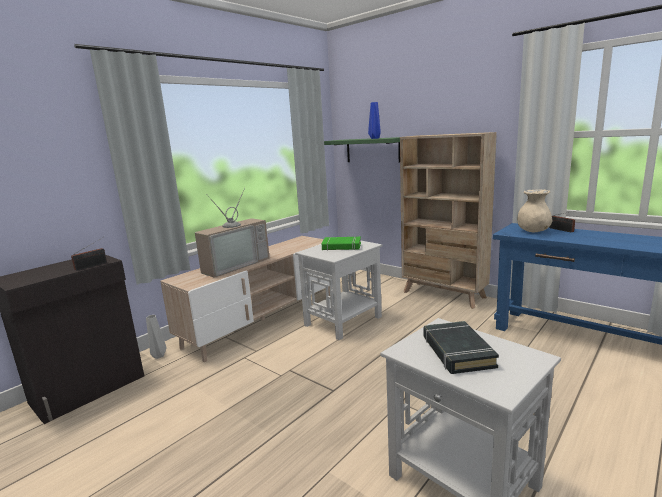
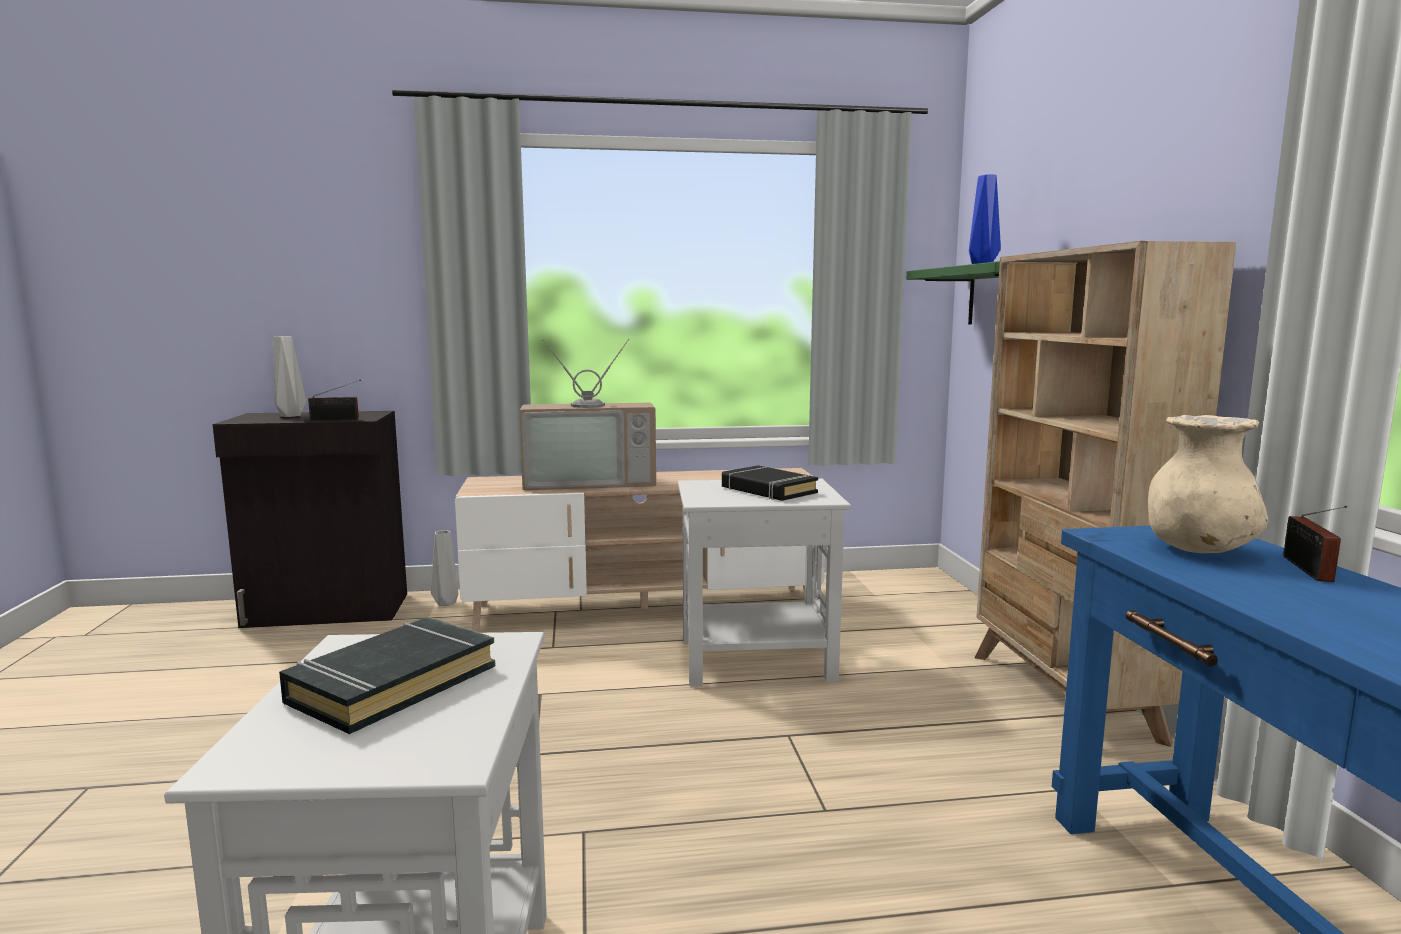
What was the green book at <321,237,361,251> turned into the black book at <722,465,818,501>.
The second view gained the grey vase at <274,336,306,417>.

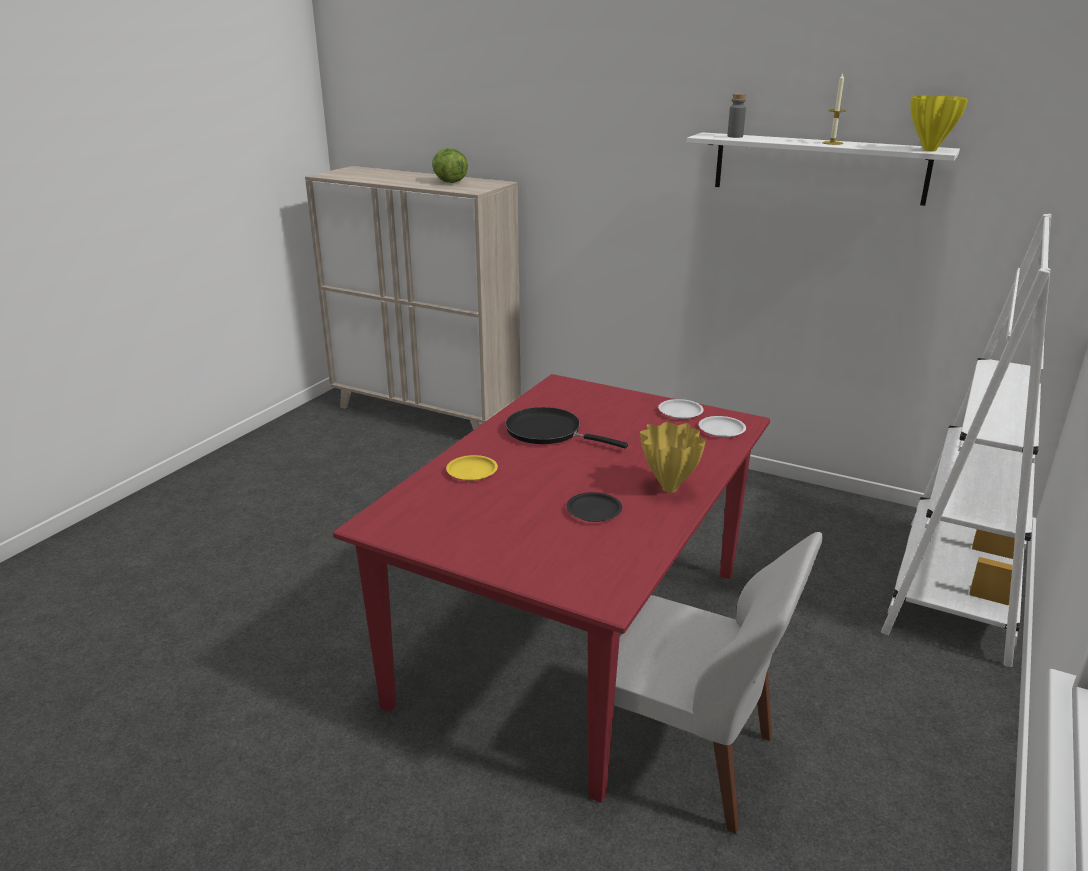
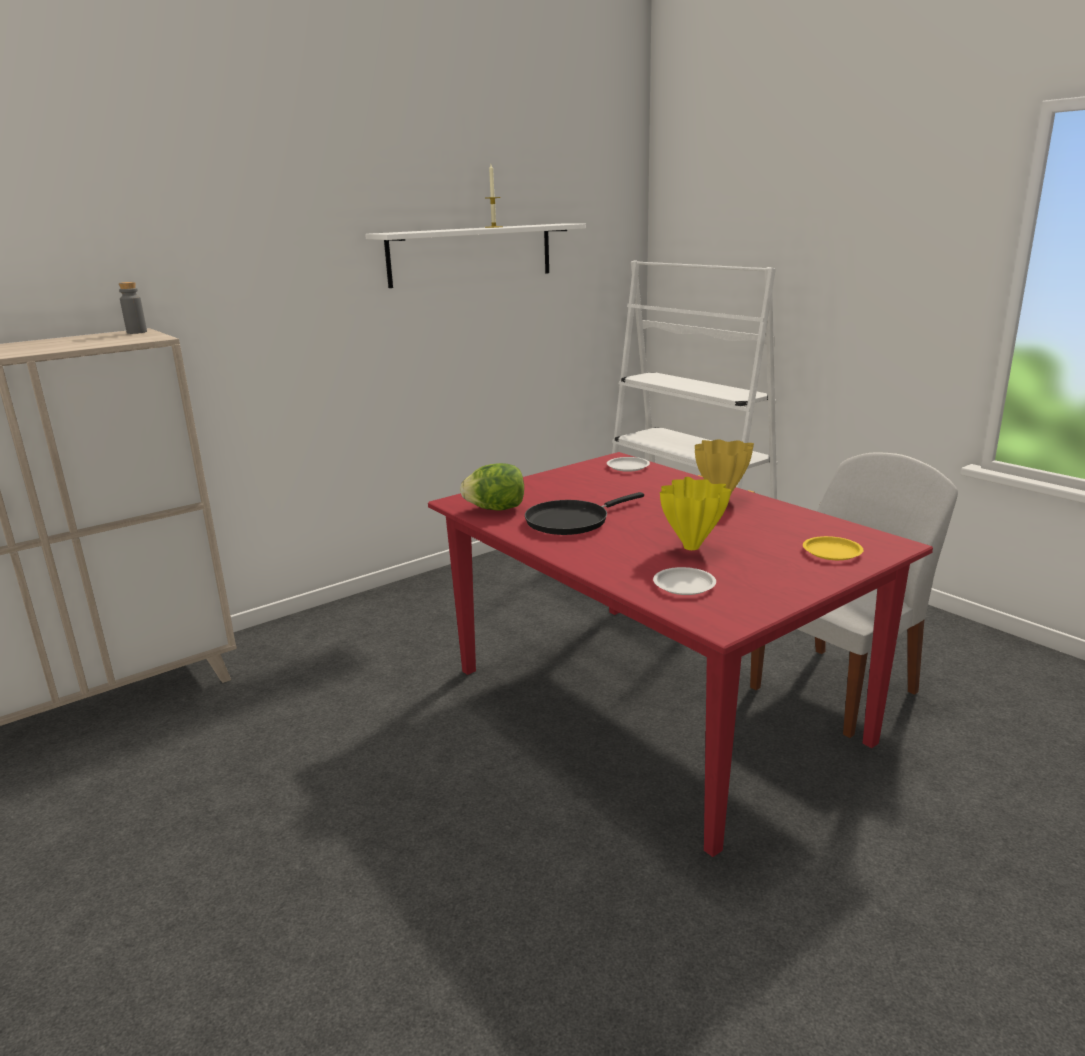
The lettuce ended up elsewhere, having gone from <432,148,468,183> to <460,463,524,511>.
The yellow plate ended up elsewhere, having gone from <446,455,498,481> to <803,536,863,560>.
The second view lost the black plate at <566,492,622,522>.
The white plate ended up elsewhere, having gone from <658,399,704,419> to <653,567,716,595>.
The grey bottle ended up elsewhere, having gone from <727,93,746,138> to <118,282,147,334>.
The yellow vase ended up elsewhere, having gone from <910,95,968,151> to <660,477,731,550>.

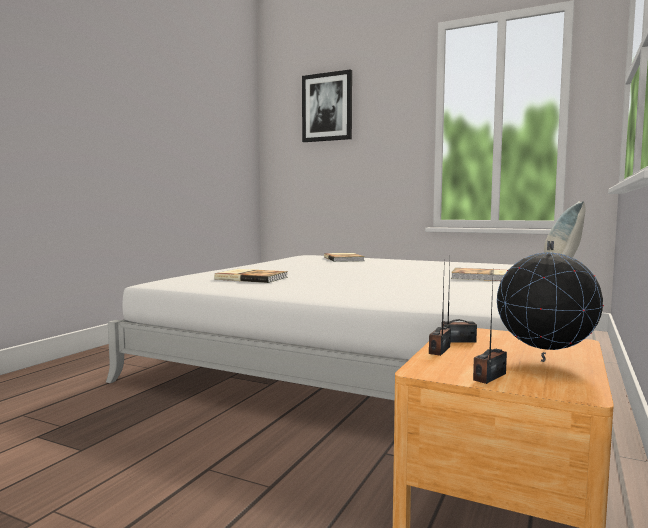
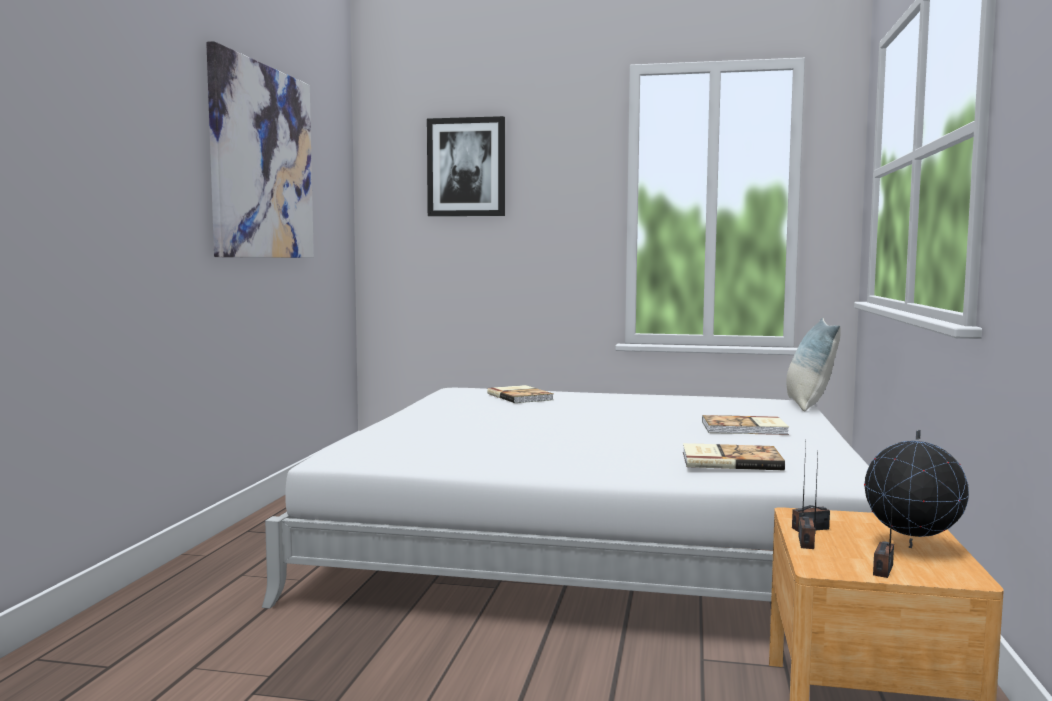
The book ended up elsewhere, having gone from <214,269,288,283> to <683,443,785,470>.
The second view gained the picture at <206,41,314,258>.

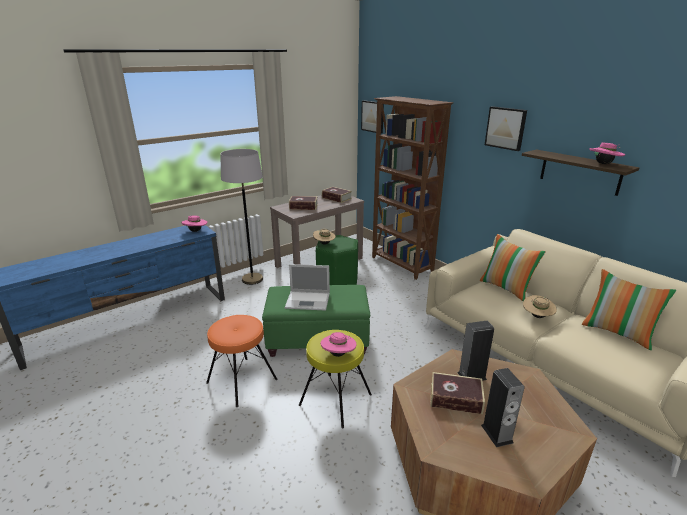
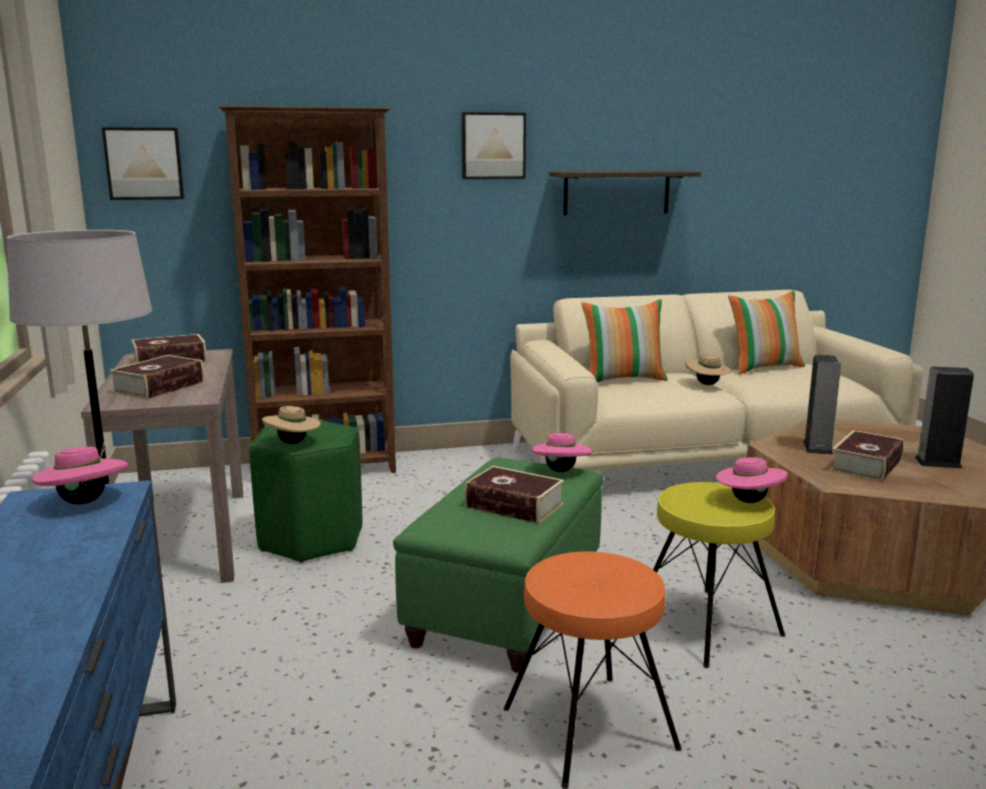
Where the laptop stood at <285,264,330,311>, the book came to stand at <465,466,564,524>.
The pink hat ended up elsewhere, having gone from <589,142,625,164> to <532,433,592,472>.

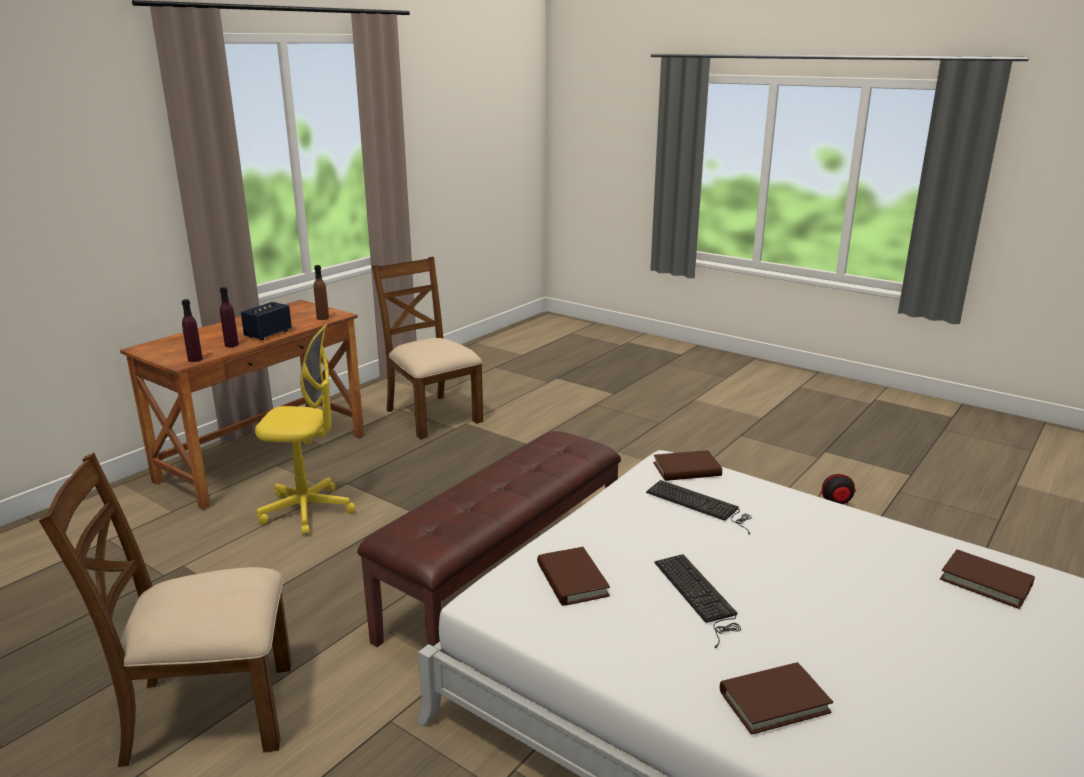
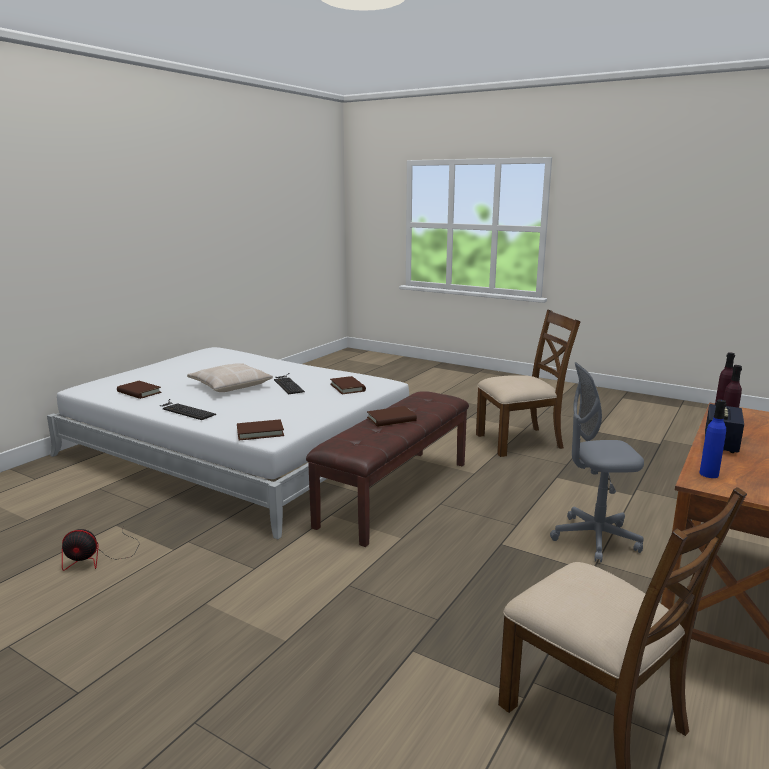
What was the yellow office chair at <255,323,355,536> turned into the grey office chair at <550,362,644,562>.
What was the brown bottle at <314,265,329,320> turned into the blue bottle at <700,399,726,478>.
The keyboard ended up elsewhere, having gone from <646,480,752,535> to <160,399,216,420>.
The brown book ended up elsewhere, having gone from <720,662,833,735> to <367,406,417,427>.
The second view gained the beige pillow at <187,363,273,392>.

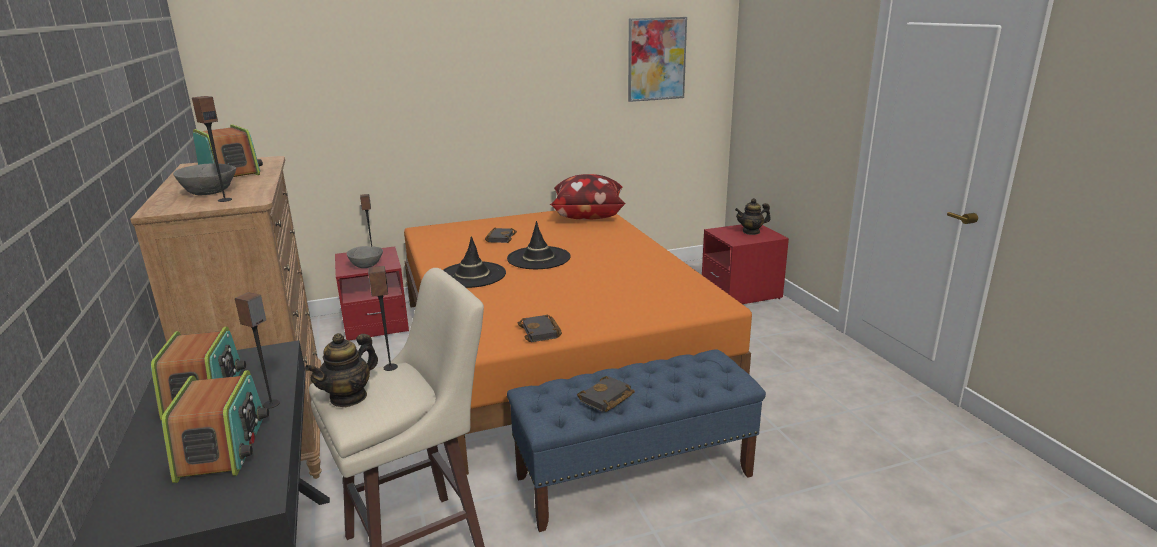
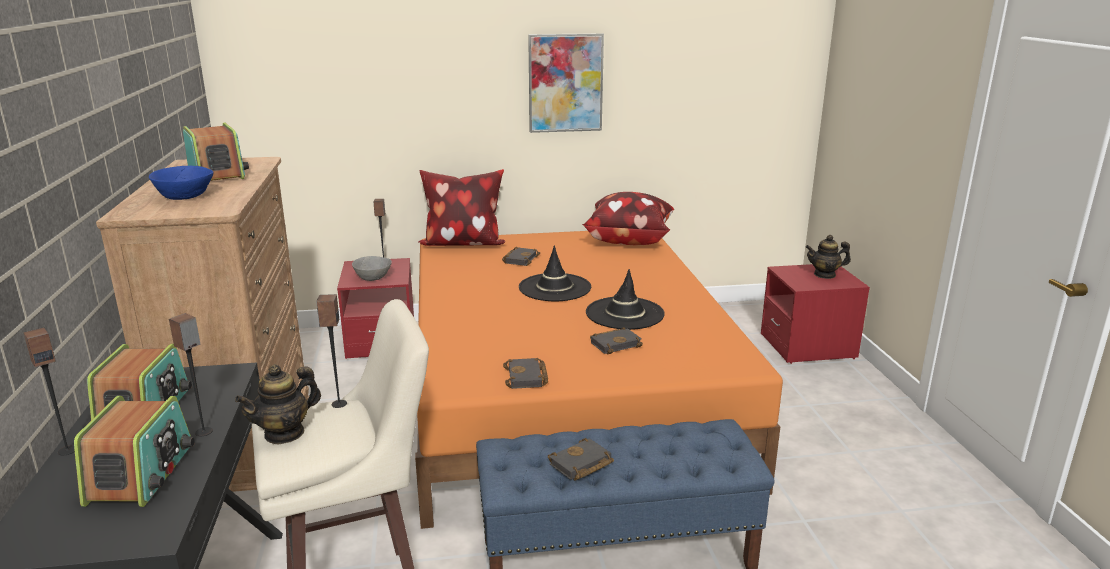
What was the grey bowl at <173,163,236,195> turned into the blue bowl at <149,166,213,200>.
The speaker ended up elsewhere, having gone from <192,96,232,202> to <23,328,75,455>.
The black hat ended up elsewhere, having gone from <443,236,506,288> to <586,269,665,330>.
The picture ended up elsewhere, having gone from <628,17,687,102> to <528,33,604,133>.
The second view gained the pillow at <419,169,505,246>.
The second view gained the black book at <590,327,643,355>.

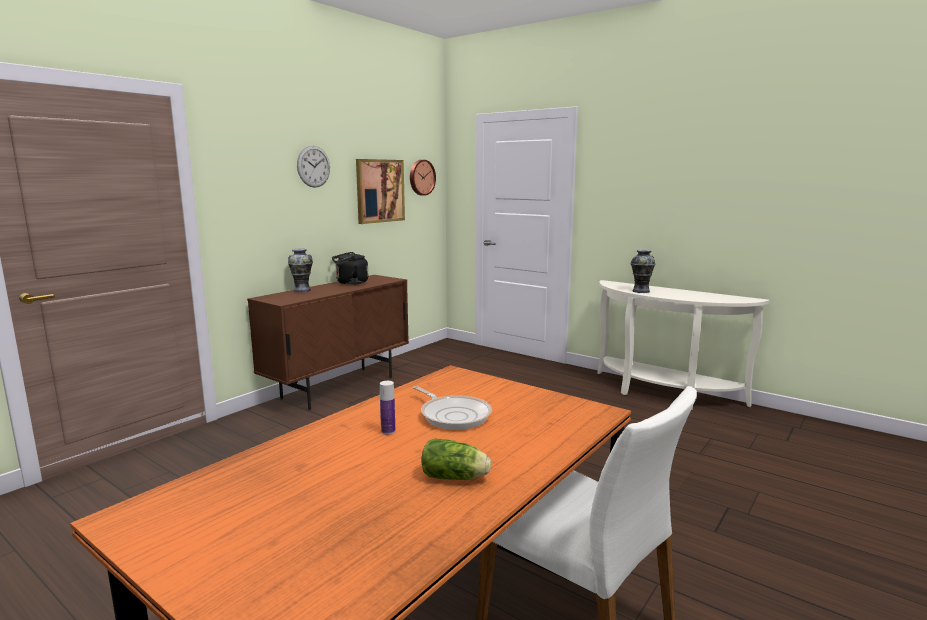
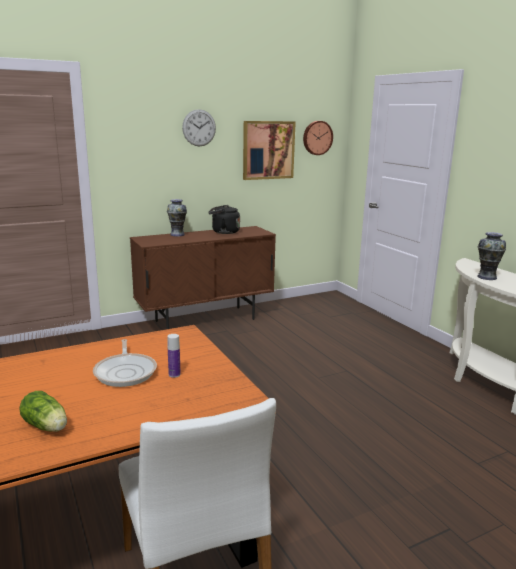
The bottle ended up elsewhere, having gone from <380,381,395,435> to <167,334,181,378>.

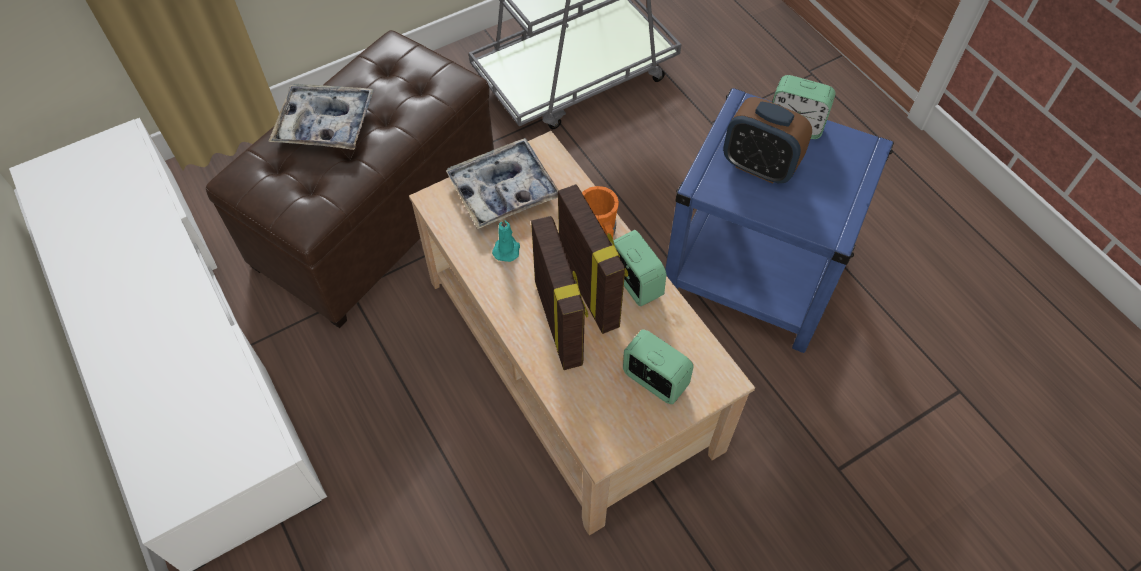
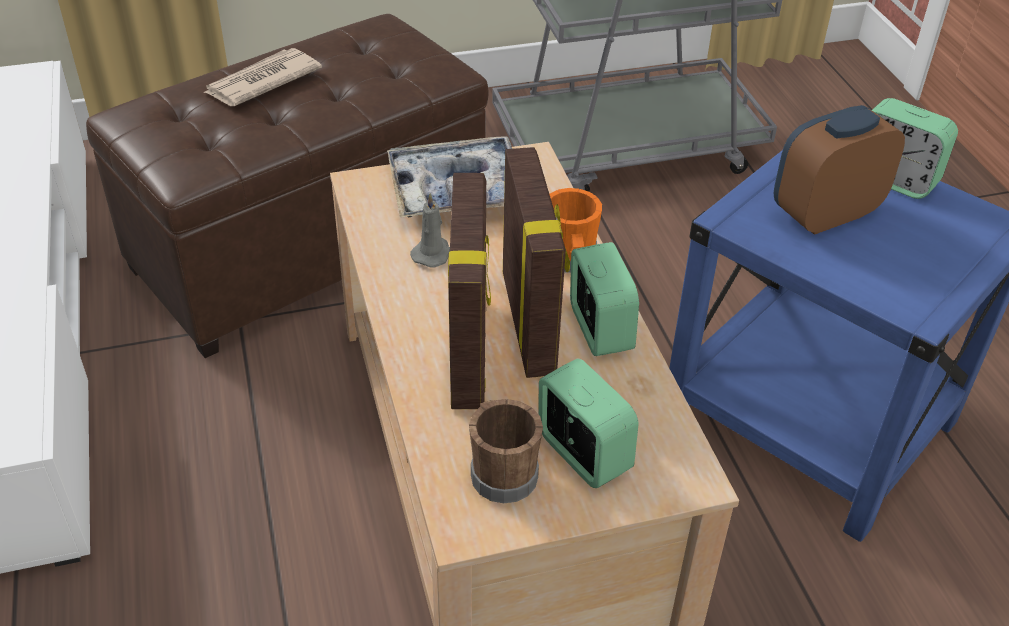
Where the tray stood at <268,83,374,150>, the newspaper came to stand at <203,48,322,106>.
What was the turquoise candle at <492,218,520,262> turned into the grey candle at <410,193,450,268>.
The alarm clock at <723,97,812,184> ended up facing another way, 105 degrees clockwise from before.
The second view gained the brown mug at <469,399,543,503>.

